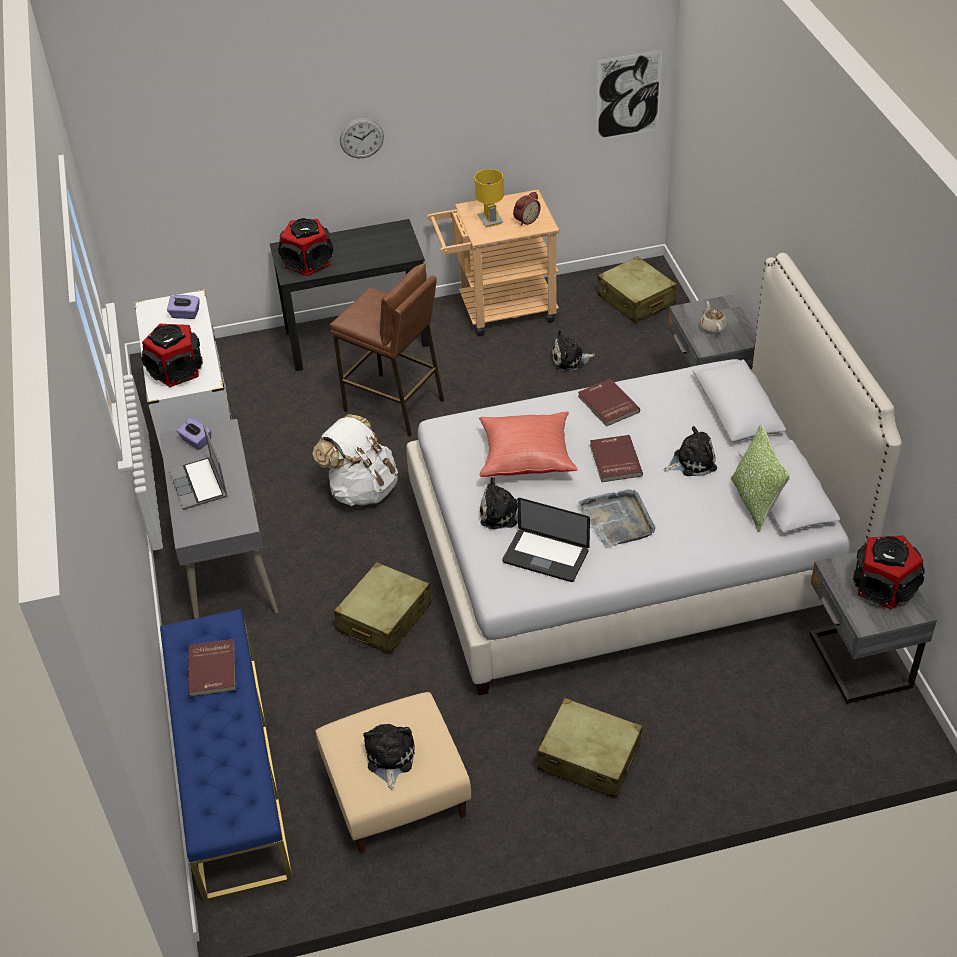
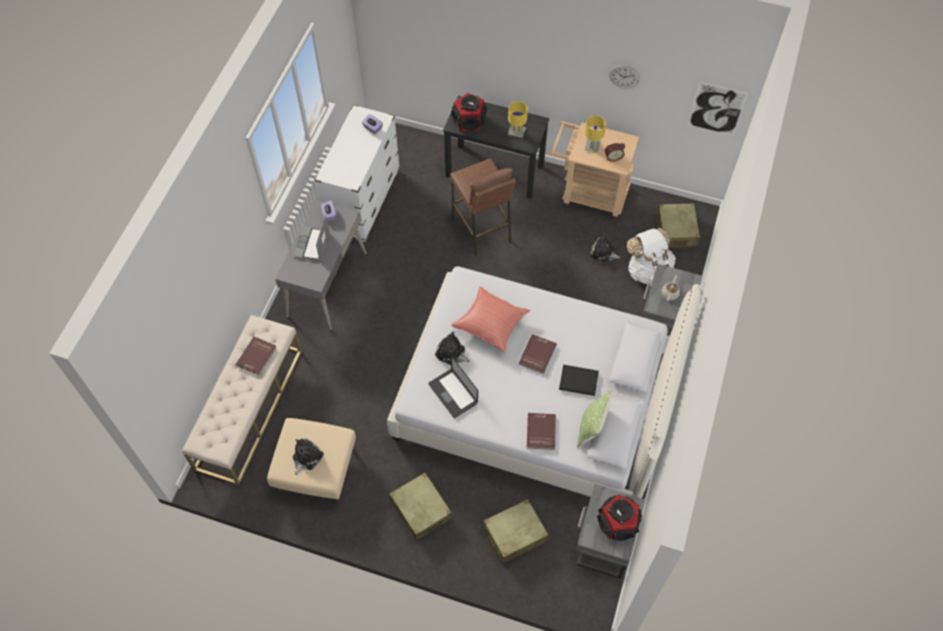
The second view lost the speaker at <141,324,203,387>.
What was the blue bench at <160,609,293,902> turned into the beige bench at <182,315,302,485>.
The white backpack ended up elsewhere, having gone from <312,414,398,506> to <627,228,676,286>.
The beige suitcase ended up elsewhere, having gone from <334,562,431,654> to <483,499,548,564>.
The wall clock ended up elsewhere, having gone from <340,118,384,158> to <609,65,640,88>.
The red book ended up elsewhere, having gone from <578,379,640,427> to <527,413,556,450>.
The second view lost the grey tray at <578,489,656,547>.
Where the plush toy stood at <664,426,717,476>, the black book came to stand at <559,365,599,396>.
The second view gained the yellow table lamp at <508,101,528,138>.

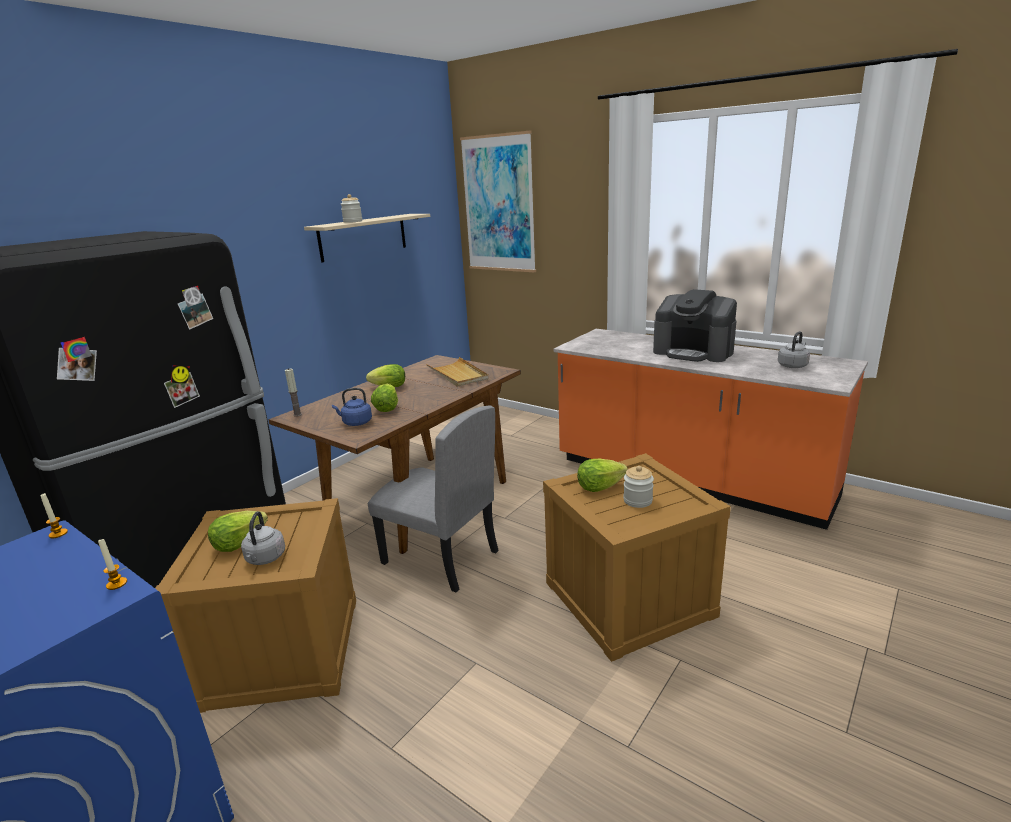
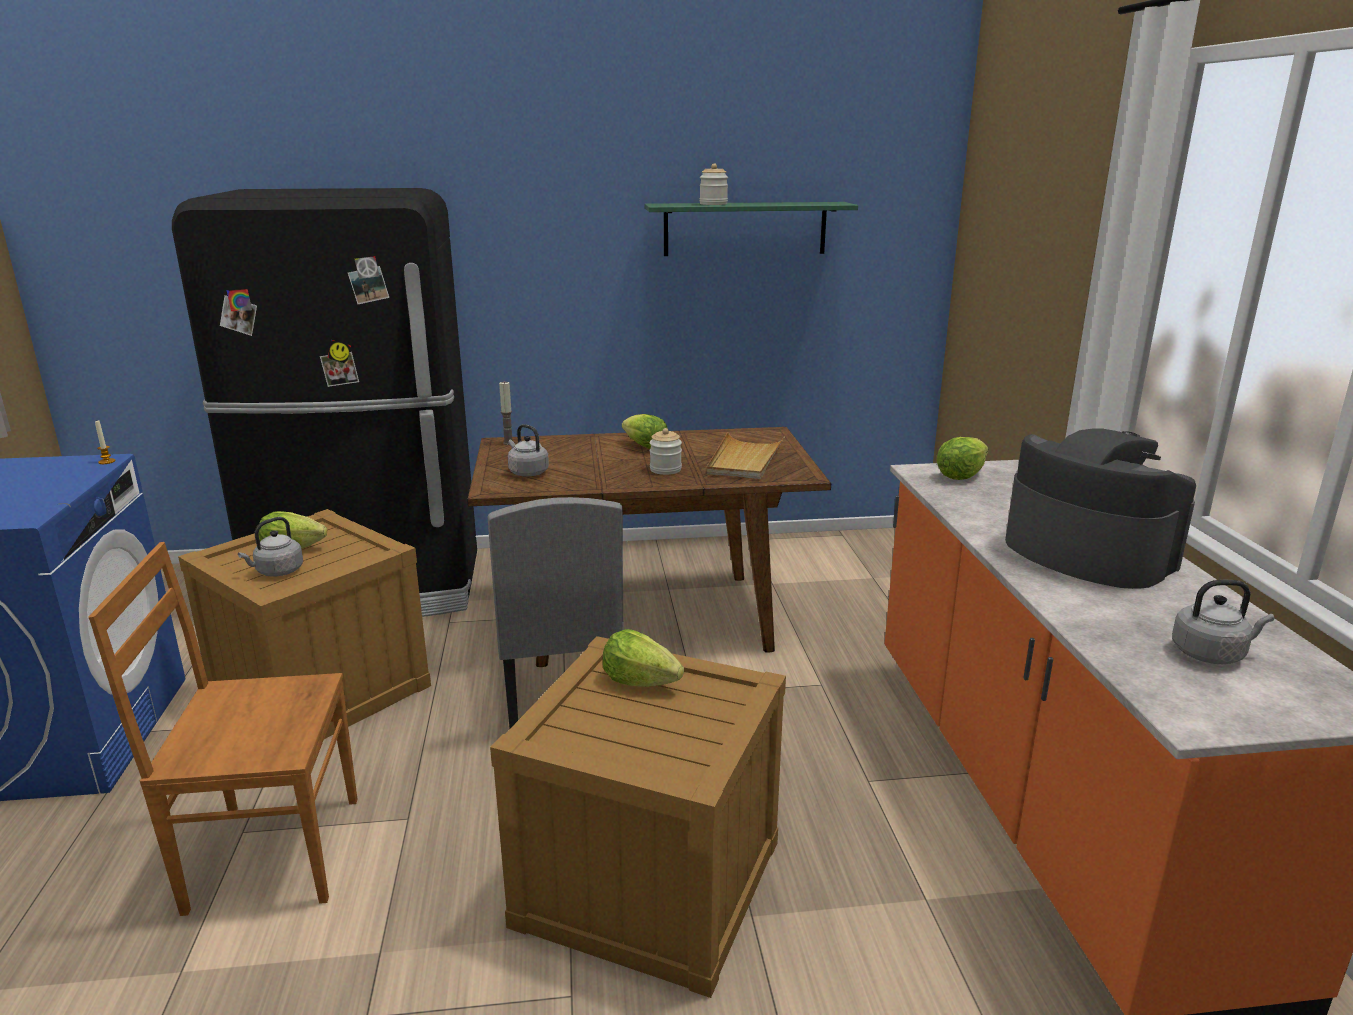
The second view lost the candle at <98,538,127,590>.
What was the beige shelf at <304,214,430,262> turned into the green shelf at <645,202,858,256>.
What was the blue kettle at <332,388,372,426> turned into the grey kettle at <508,424,549,476>.
The lettuce ended up elsewhere, having gone from <371,384,398,412> to <936,437,988,480>.
The second view lost the picture at <460,131,536,272>.
The jar ended up elsewhere, having gone from <623,466,654,508> to <650,428,682,475>.
The coffee machine at <653,289,737,362> ended up facing another way, 150 degrees clockwise from before.
The second view gained the brown chair at <89,542,358,916>.

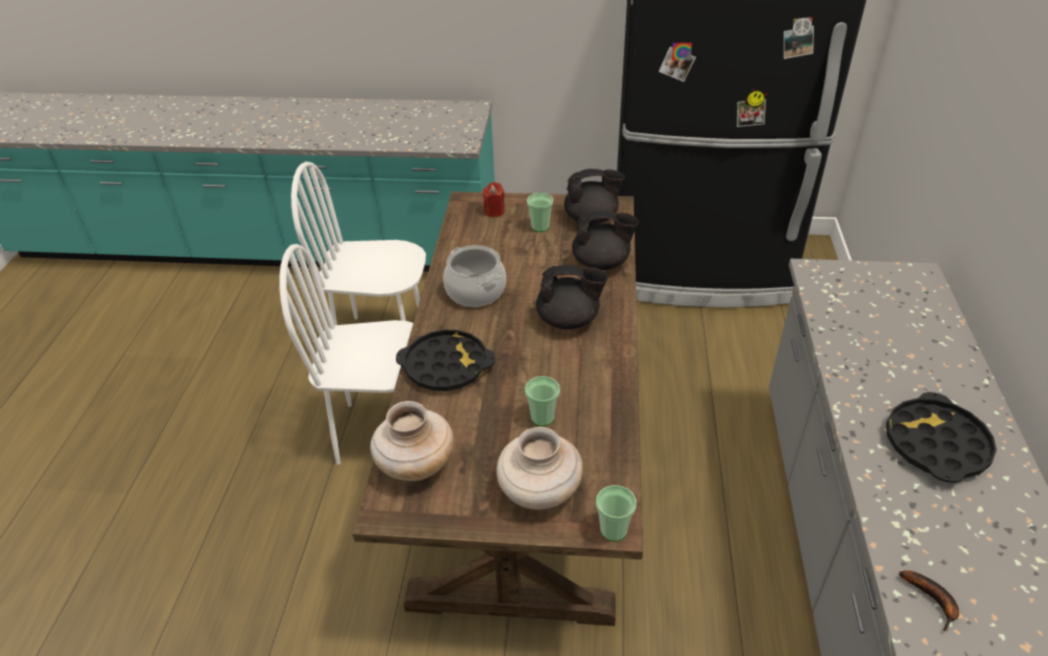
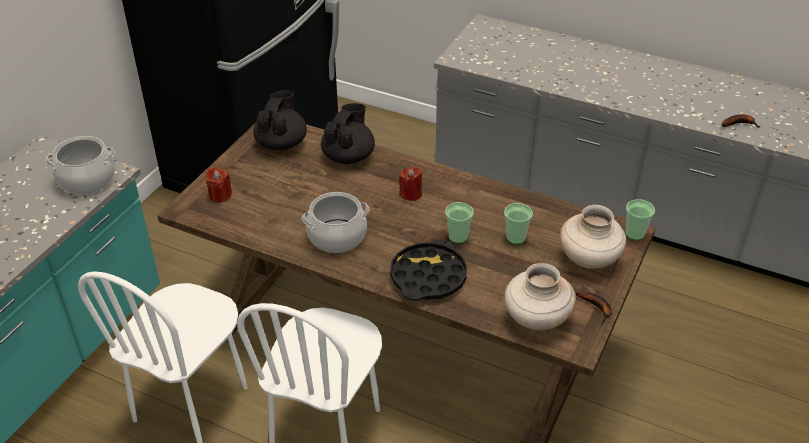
The cup ended up elsewhere, having gone from <527,193,553,232> to <445,202,474,243>.
Where the black teapot stood at <536,265,608,329>, the red candle came to stand at <399,167,422,201>.
The second view lost the black tray at <886,392,997,483>.
The second view gained the cooking pot at <46,136,115,195>.
The second view gained the banana at <575,291,612,323>.

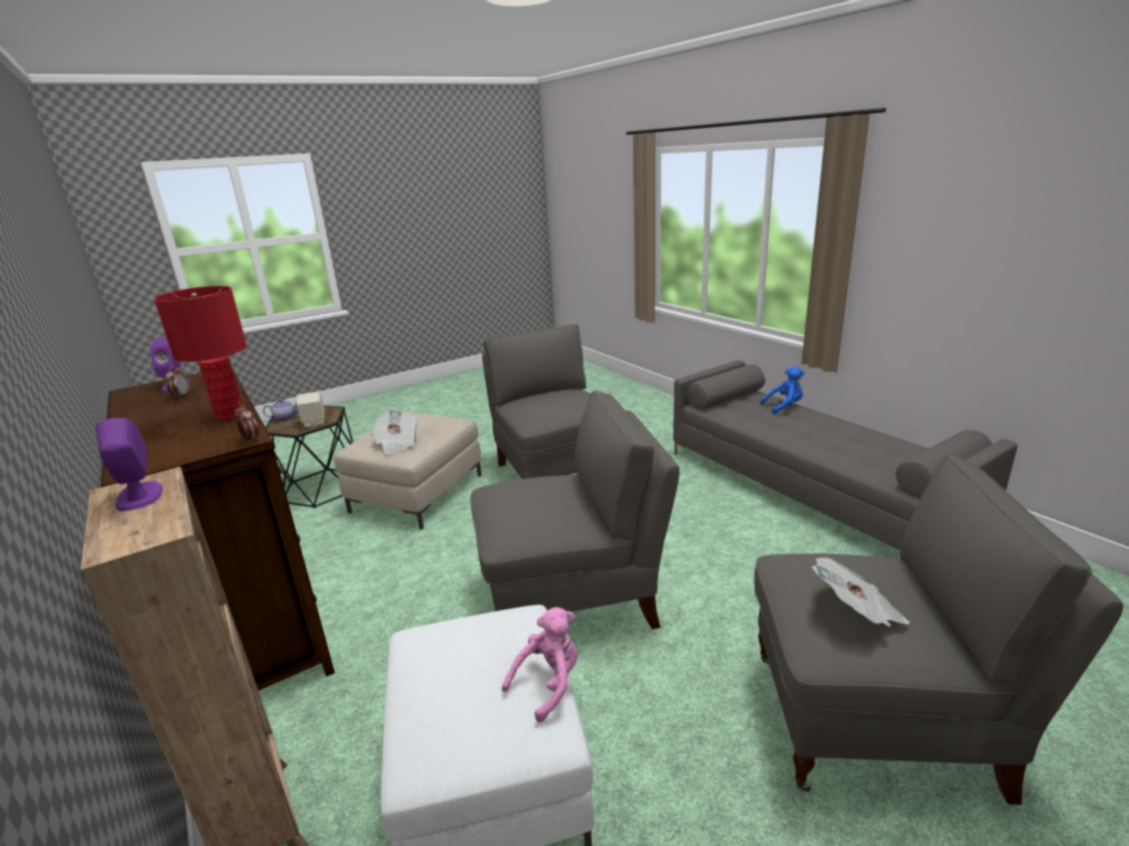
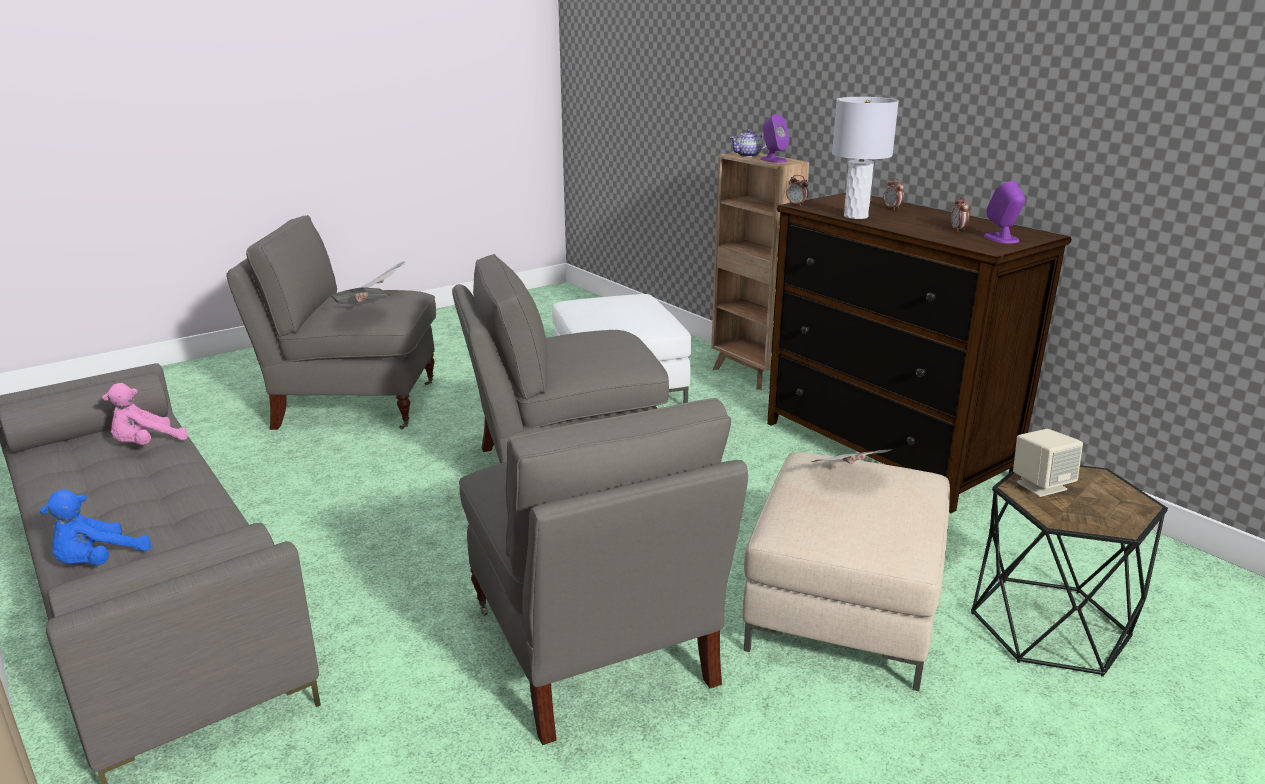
What was the red table lamp at <154,286,247,421> turned into the grey table lamp at <832,97,899,219>.
The teapot ended up elsewhere, having gone from <263,399,298,421> to <729,129,767,157>.
The pink plush toy ended up elsewhere, having gone from <502,607,578,723> to <102,383,188,445>.
The blue plush toy at <760,366,805,414> ended up facing another way, 45 degrees counterclockwise from before.
The second view gained the newspaper at <328,287,389,304>.
The second view gained the alarm clock at <883,178,904,210>.

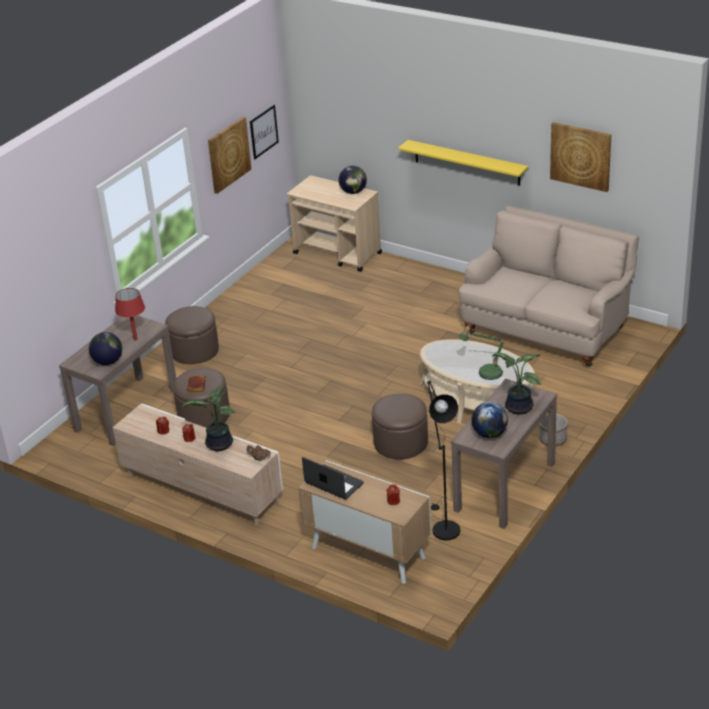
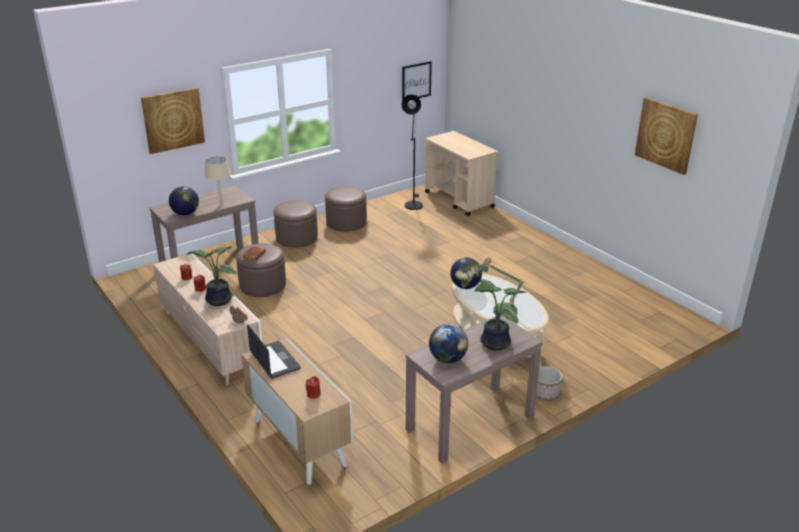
What was the red table lamp at <115,288,145,341> turned into the beige table lamp at <204,157,231,205>.
The picture ended up elsewhere, having gone from <208,117,251,194> to <141,88,205,154>.
The globe ended up elsewhere, having gone from <339,166,367,194> to <450,258,482,289>.
The brown ottoman ended up elsewhere, having gone from <372,394,428,459> to <325,186,367,232>.
The second view lost the yellow shelf at <398,140,528,186>.
The black floor lamp ended up elsewhere, having gone from <426,381,461,541> to <402,94,423,210>.
The second view lost the beige sofa at <459,205,639,367>.

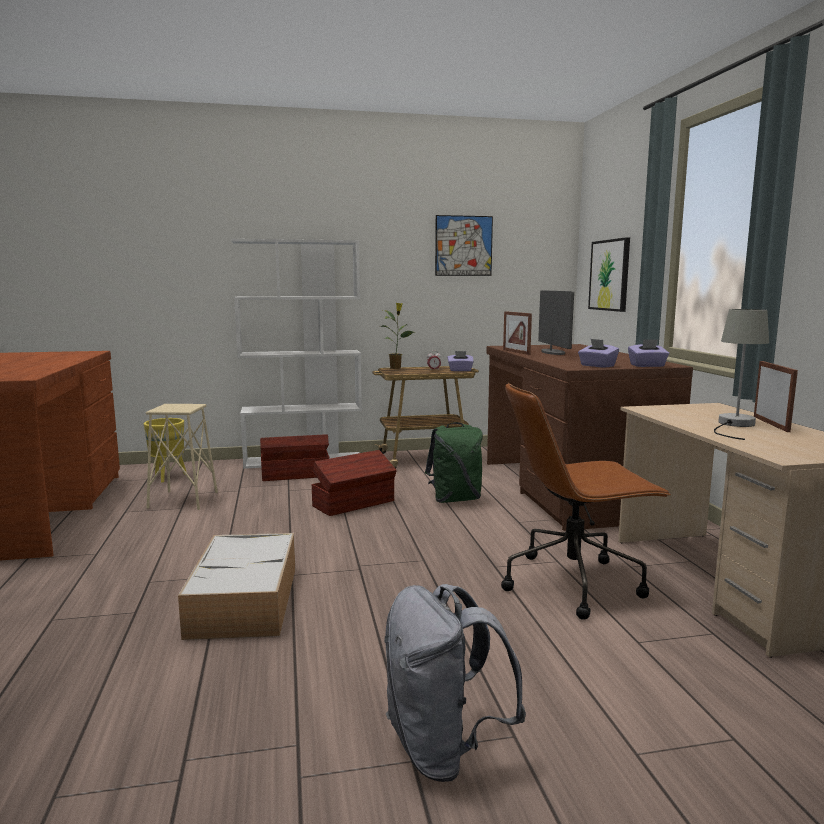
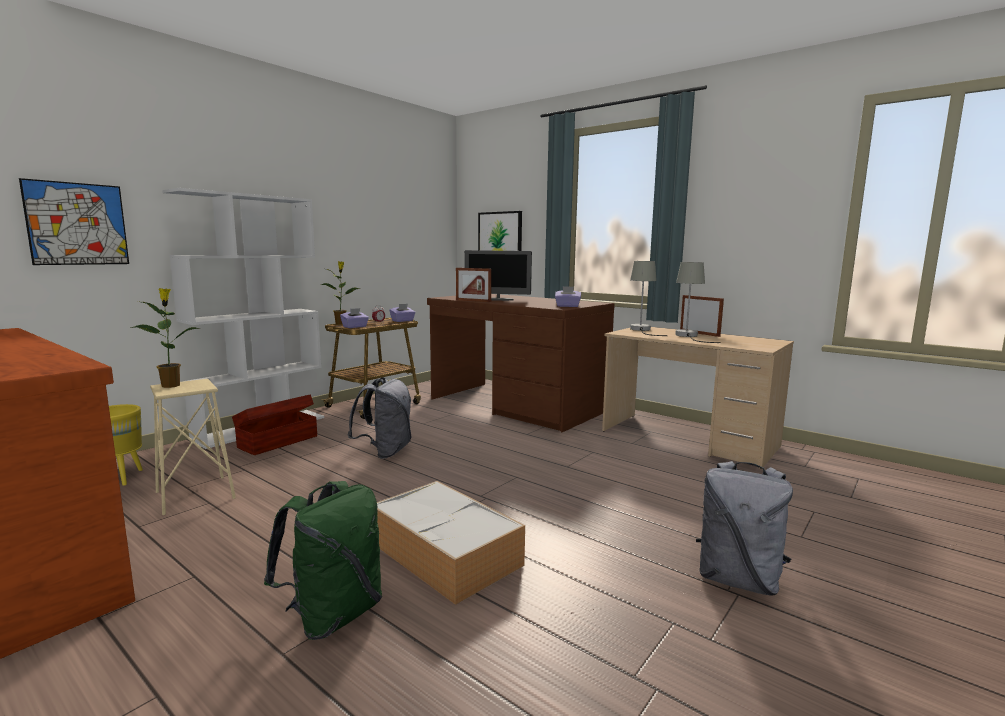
Where the brown storage box stood at <311,450,397,516>, the grey backpack came to stand at <347,377,411,459>.
The green backpack ended up elsewhere, having gone from <425,422,483,503> to <264,481,382,640>.
The picture ended up elsewhere, having gone from <435,215,493,276> to <19,178,129,265>.
The second view lost the brown office chair at <501,382,671,620>.
The monitor at <538,290,574,355> ended up facing another way, 150 degrees clockwise from before.
The purple tissue box ended up elsewhere, having gone from <628,339,669,367> to <340,308,369,328>.
The second view gained the potted plant at <130,288,199,388>.
The second view gained the grey table lamp at <630,261,667,336>.

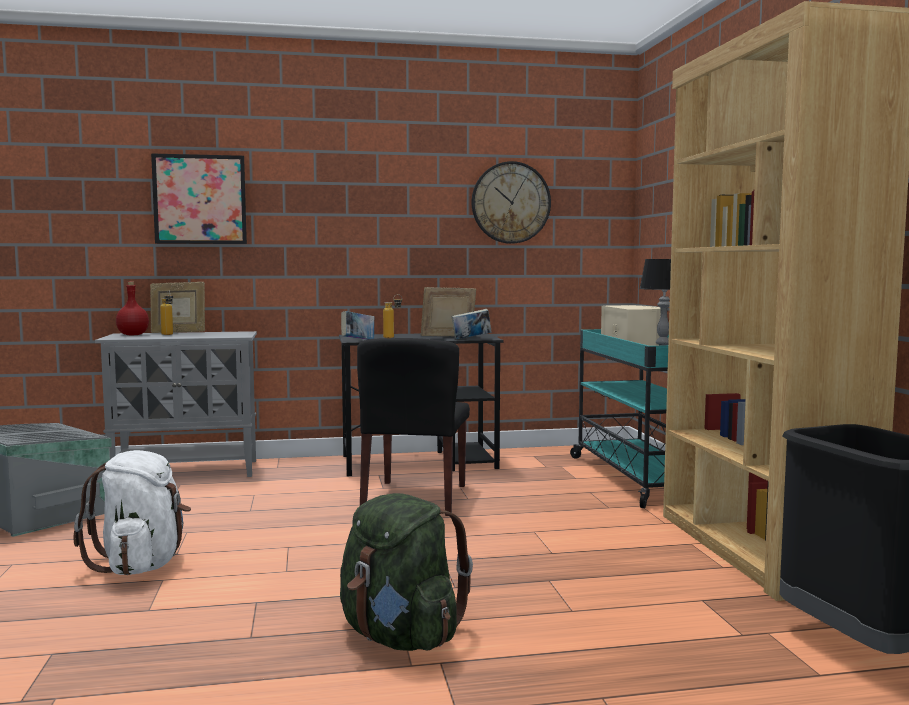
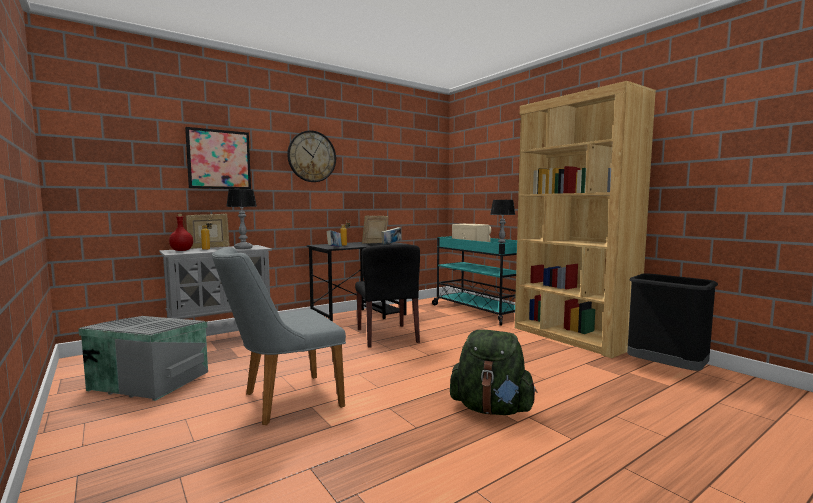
Where the white backpack stood at <73,450,191,575>, the grey chair came to stand at <212,247,346,425>.
The wall clock ended up elsewhere, having gone from <472,161,551,244> to <287,130,336,182>.
The second view gained the table lamp at <226,189,257,249>.

